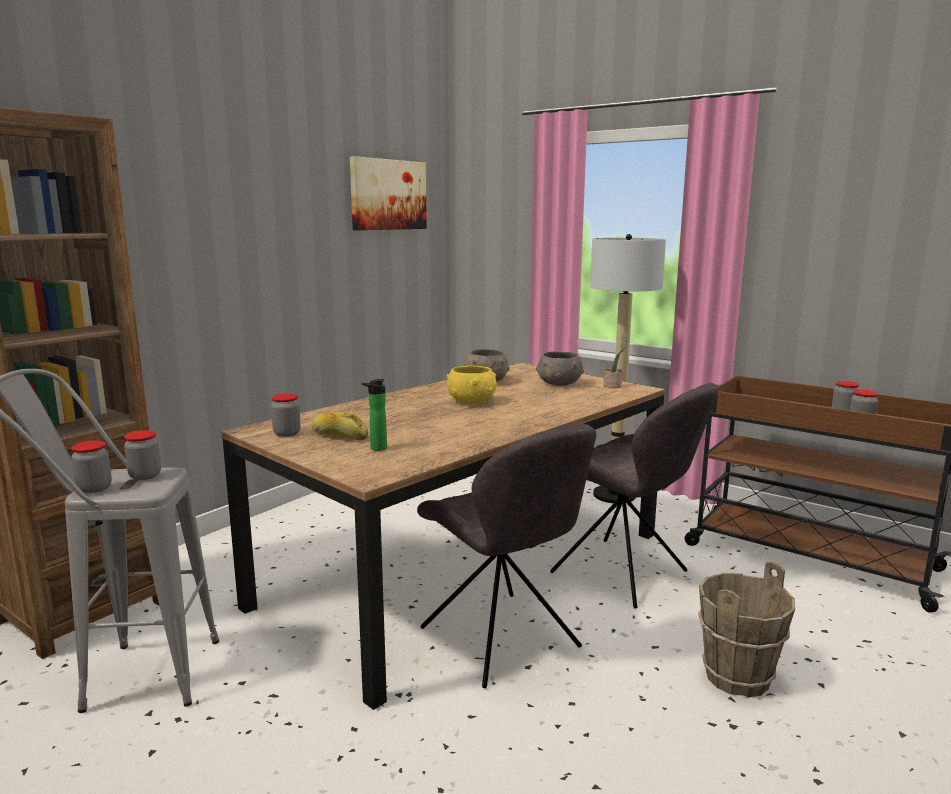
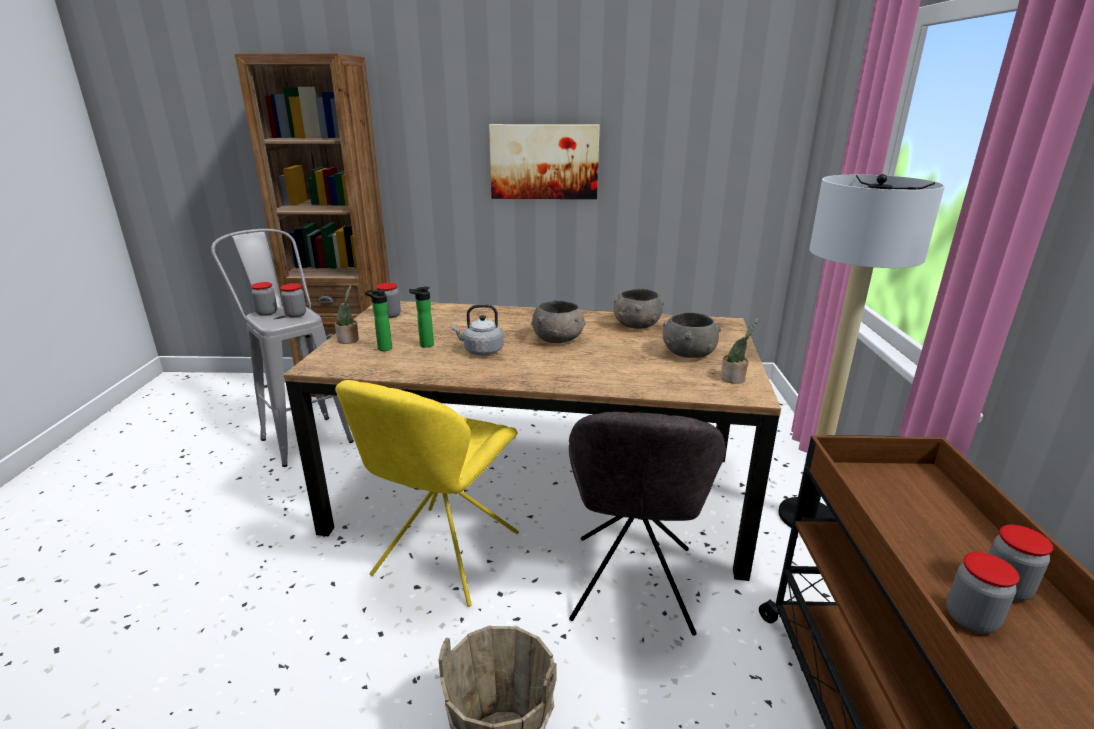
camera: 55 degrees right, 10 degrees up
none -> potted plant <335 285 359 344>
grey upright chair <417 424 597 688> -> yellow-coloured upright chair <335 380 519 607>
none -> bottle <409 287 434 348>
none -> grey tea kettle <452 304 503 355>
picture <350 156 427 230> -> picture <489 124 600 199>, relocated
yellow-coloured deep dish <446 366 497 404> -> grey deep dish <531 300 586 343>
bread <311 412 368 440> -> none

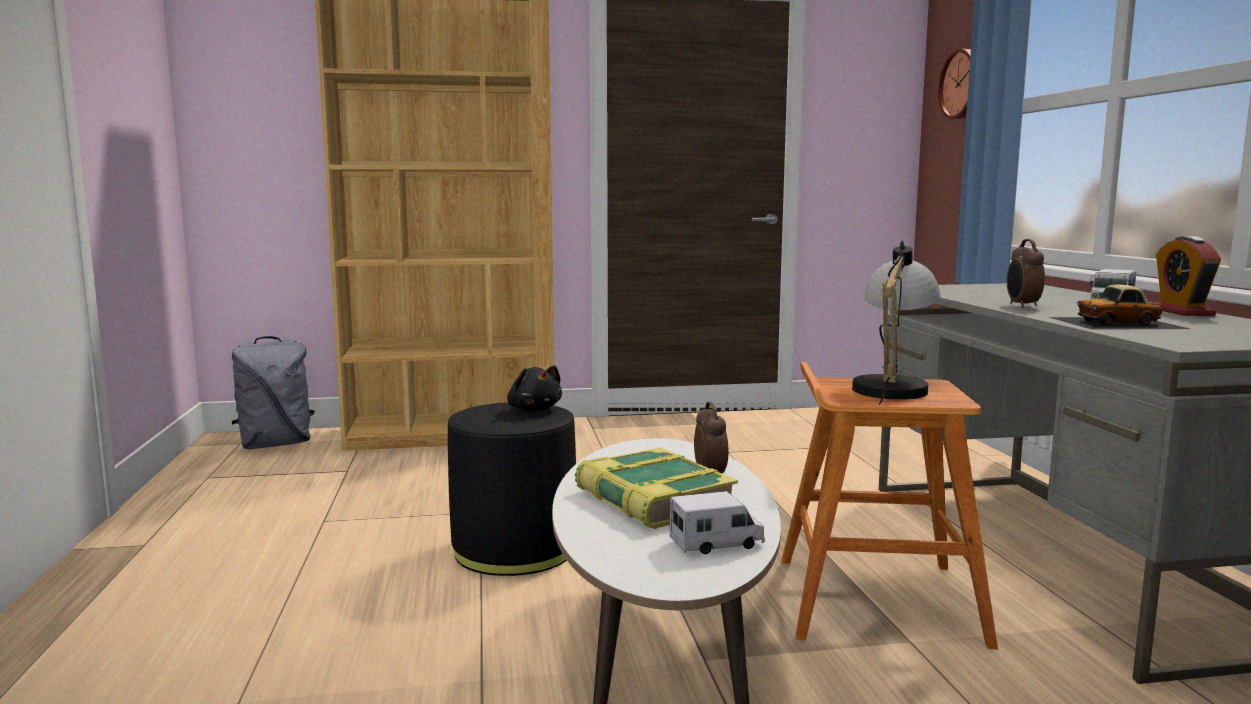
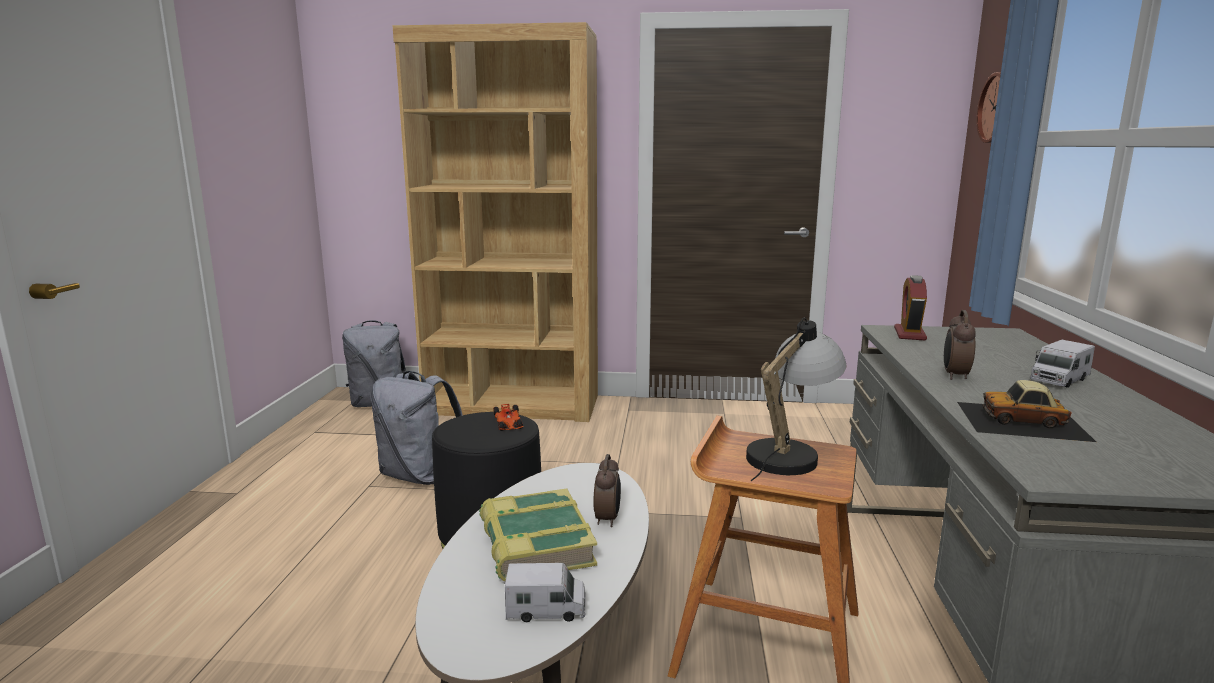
camera: 15 degrees right, 5 degrees up
none -> grey rucksack <371 371 463 485>
black plush toy <507 366 562 411> -> miniature car <493 404 524 431>
table clock <1149 236 1221 316> -> table clock <894 275 927 340>, relocated

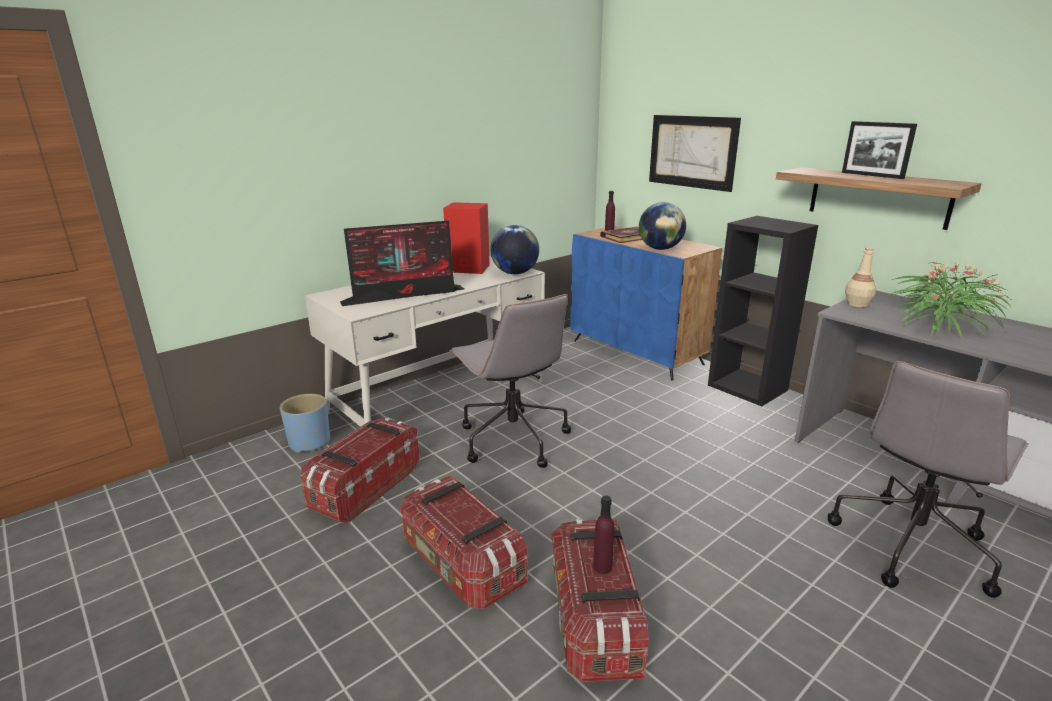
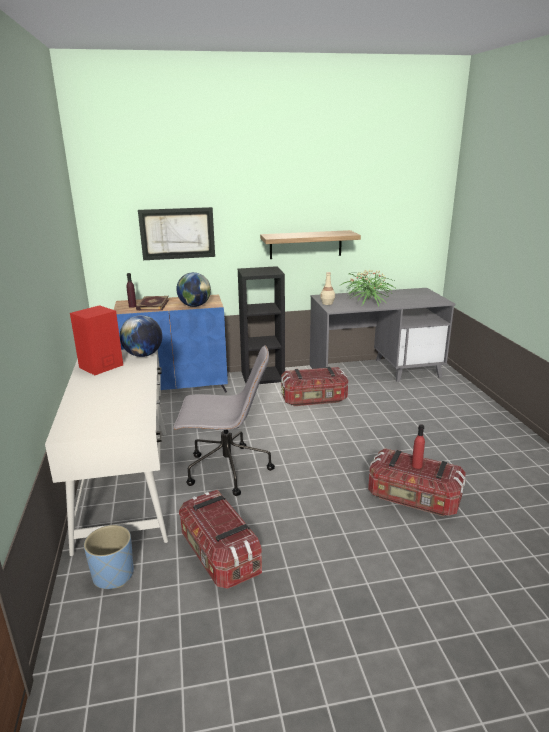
camera: 60 degrees left, 0 degrees up
storage container <400 475 528 609> -> storage container <281 366 348 406>, relocated
purple bottle <593 496 614 574> -> red-coloured bottle <412 424 425 469>
computer display <340 221 464 306> -> none
grey desk chair <828 361 1029 598> -> none
photo frame <842 121 917 179> -> none

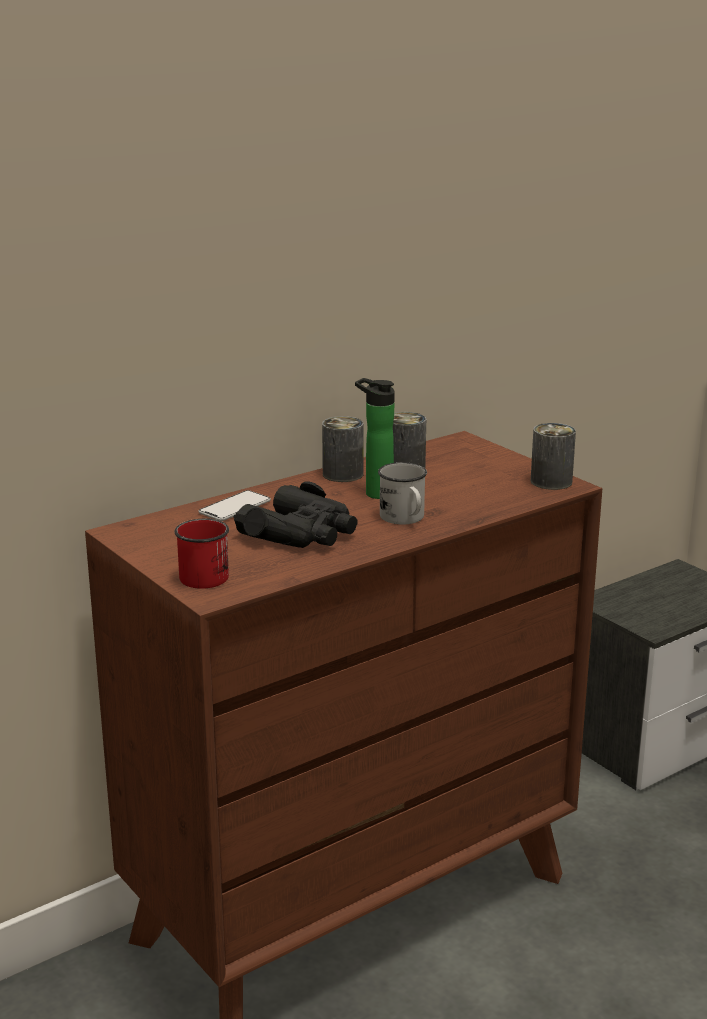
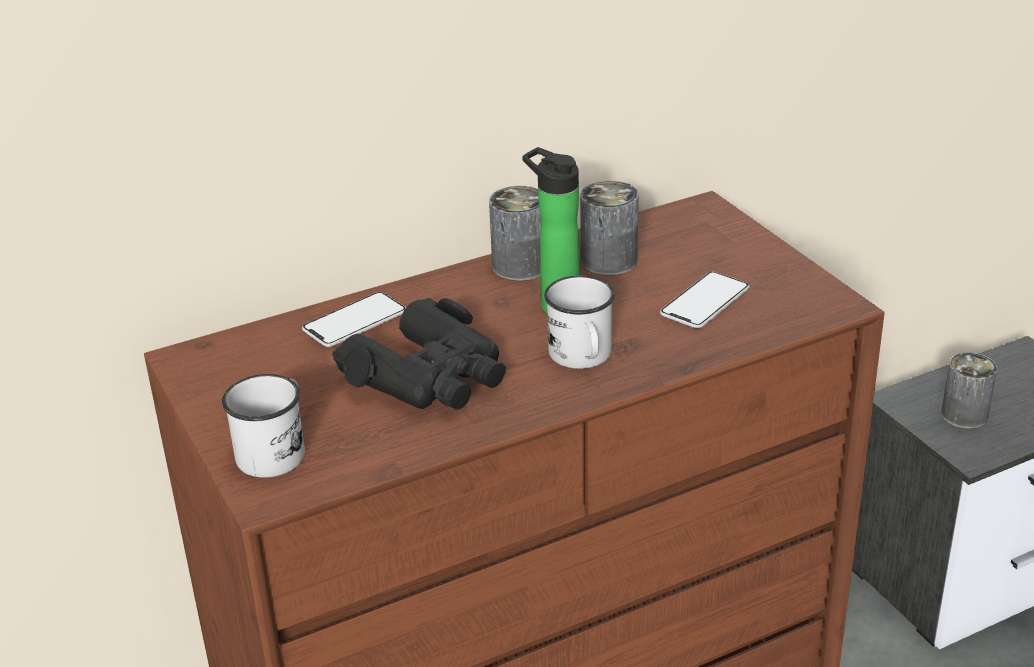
camera: 10 degrees right, 10 degrees up
red-coloured mug <174 519 229 589> -> white-coloured mug <222 374 305 478>
none -> phone <660 272 750 328>
sealed can <531 423 576 490> -> sealed can <941 352 997 429>, relocated

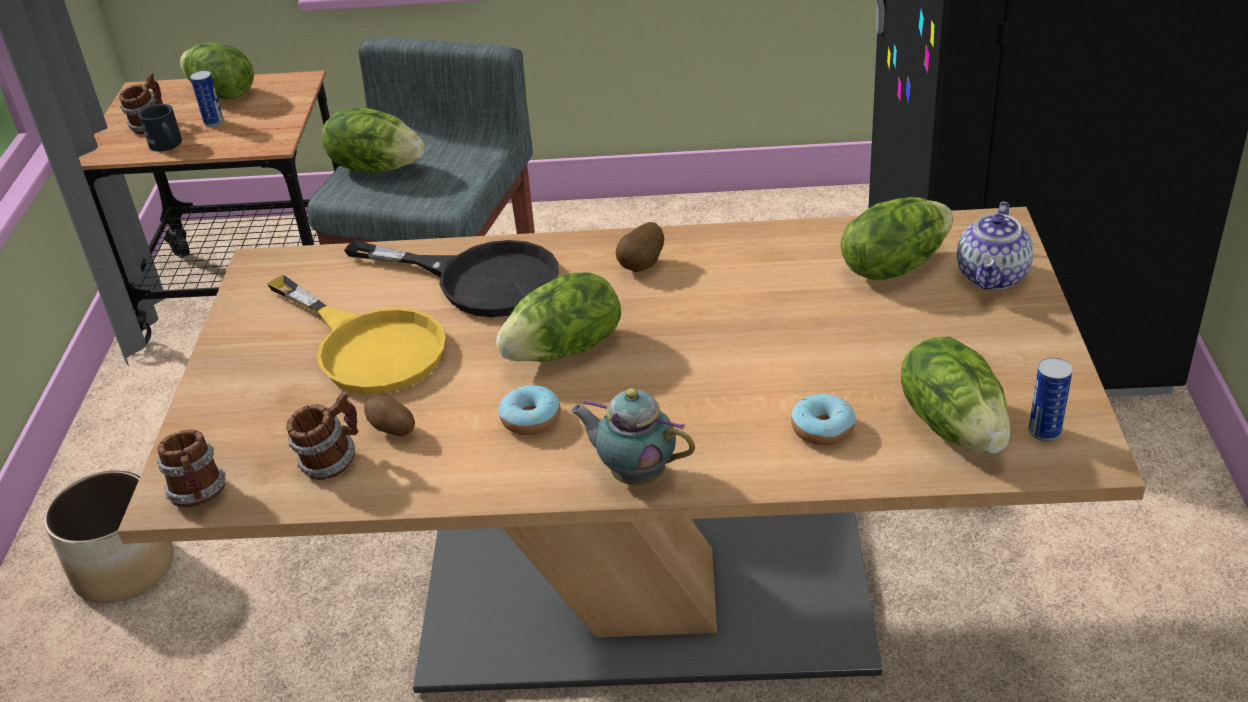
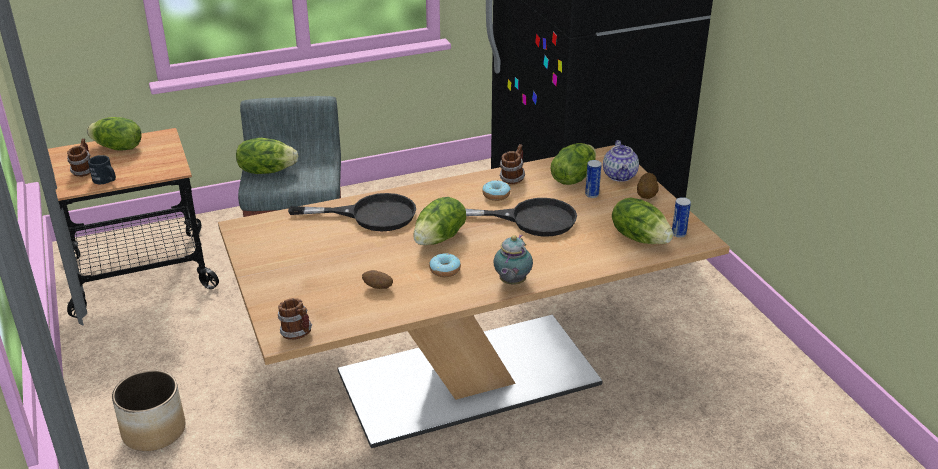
camera: 25 degrees left, 5 degrees down
none -> black pan <465 198 577 237>
doughnut <791 394 856 446> -> doughnut <482 180 511 201>, relocated
teapot <571 388 695 485> -> teapot <494 234 533 285>, 75 degrees counterclockwise
mug <286 391 359 480> -> mug <499 144 525 184>, relocated
sealed can <190 70 224 127> -> sealed can <585 160 602 198>, relocated
potato <616 222 664 272> -> potato <637 173 659 199>, relocated
yellow-coloured pan <267 275 446 395> -> none

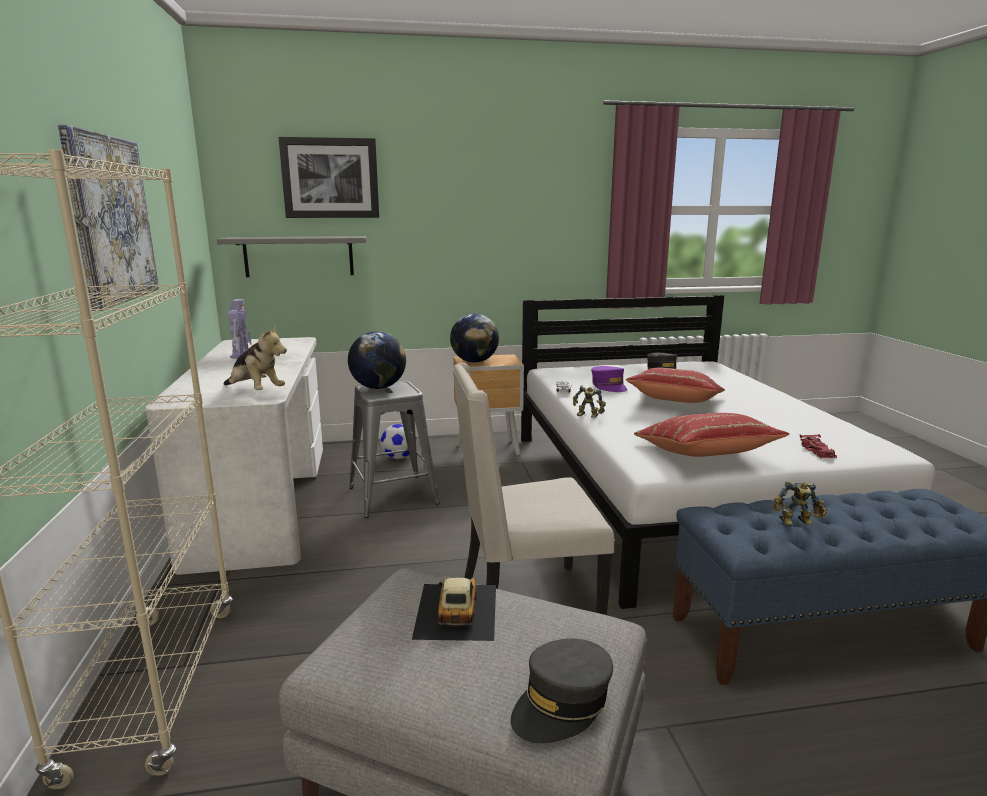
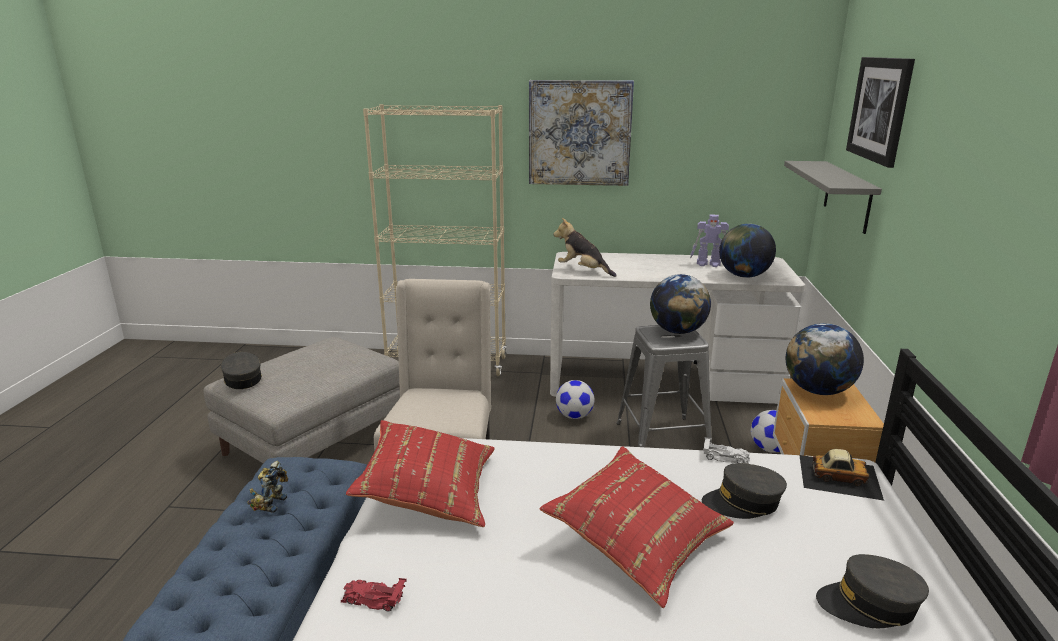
camera: 105 degrees right, 5 degrees up
plush toy <224 325 287 390> -> plush toy <553 218 617 277>, 75 degrees clockwise
none -> football ball <556 380 594 419>
purple cap <591 366 627 392> -> grey cap <702 463 787 519>
none -> world globe <719 224 776 278>
miniature car <412 577 496 641> -> miniature car <799 449 884 501>, relocated
robot figure <573 386 606 418> -> none

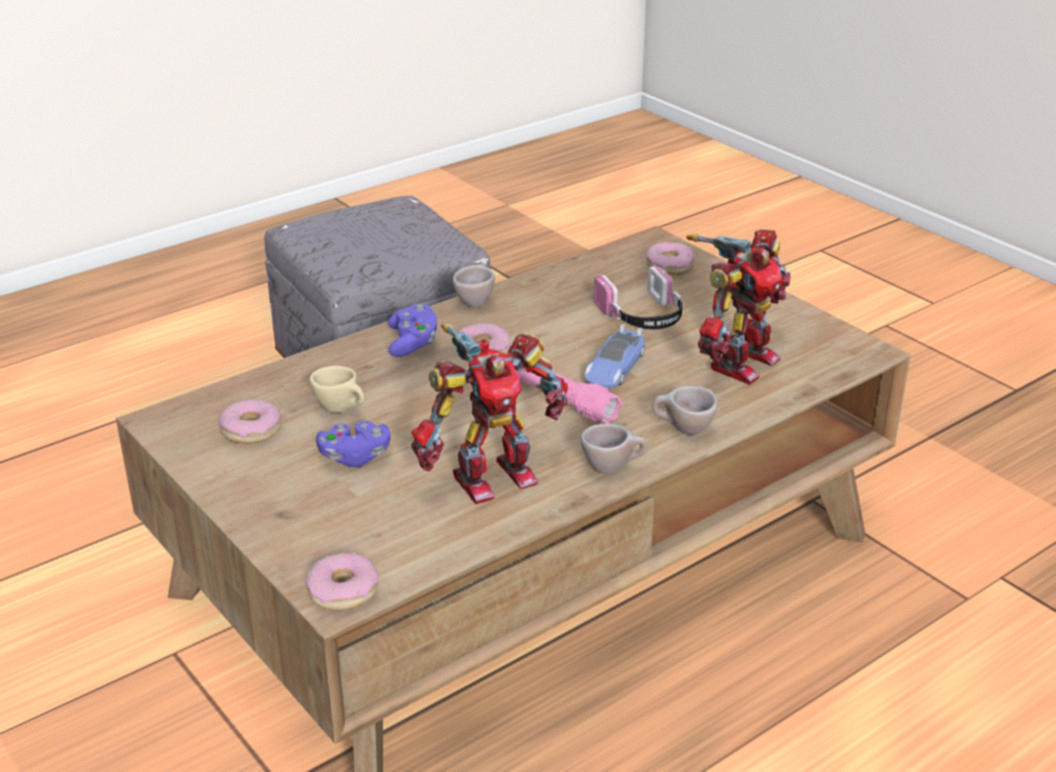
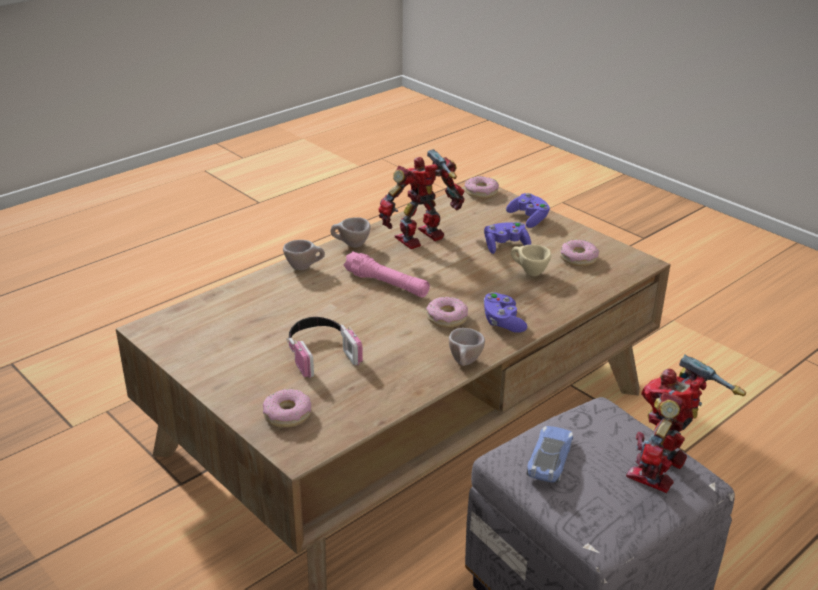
camera: 175 degrees right, 0 degrees up
none -> purple joypad <506 193 550 228>
miniature car <585 324 645 389> -> miniature car <526 426 573 483>, relocated
robot figure <686 229 791 385> -> robot figure <626 354 746 493>, relocated

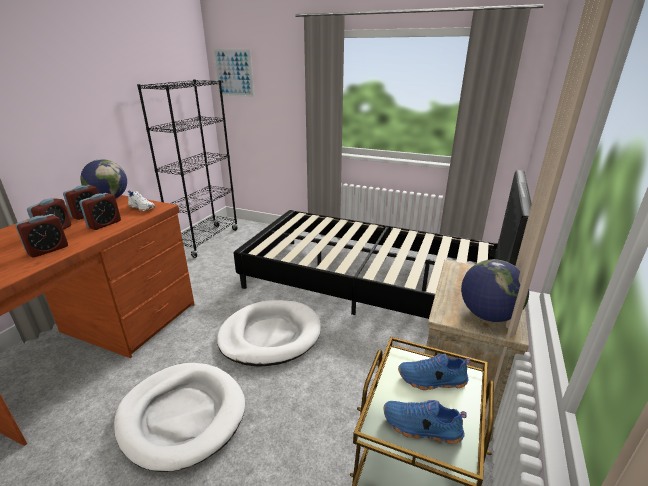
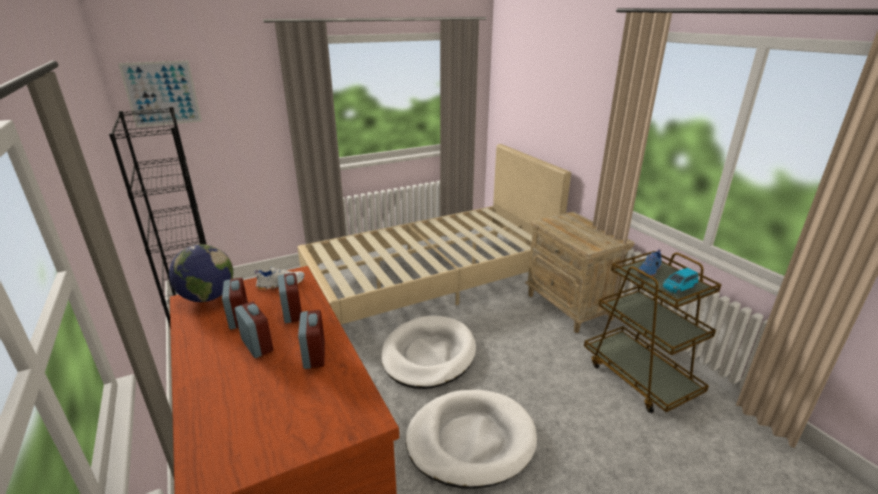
camera: 50 degrees left, 0 degrees up
black bedroom bed <234 170 532 319> -> sand-coloured bedroom bed <297 144 571 324>
blue low shoe <383 400 467 444> -> blue miniature car <663 268 698 294>
world globe <461 259 529 322> -> none

